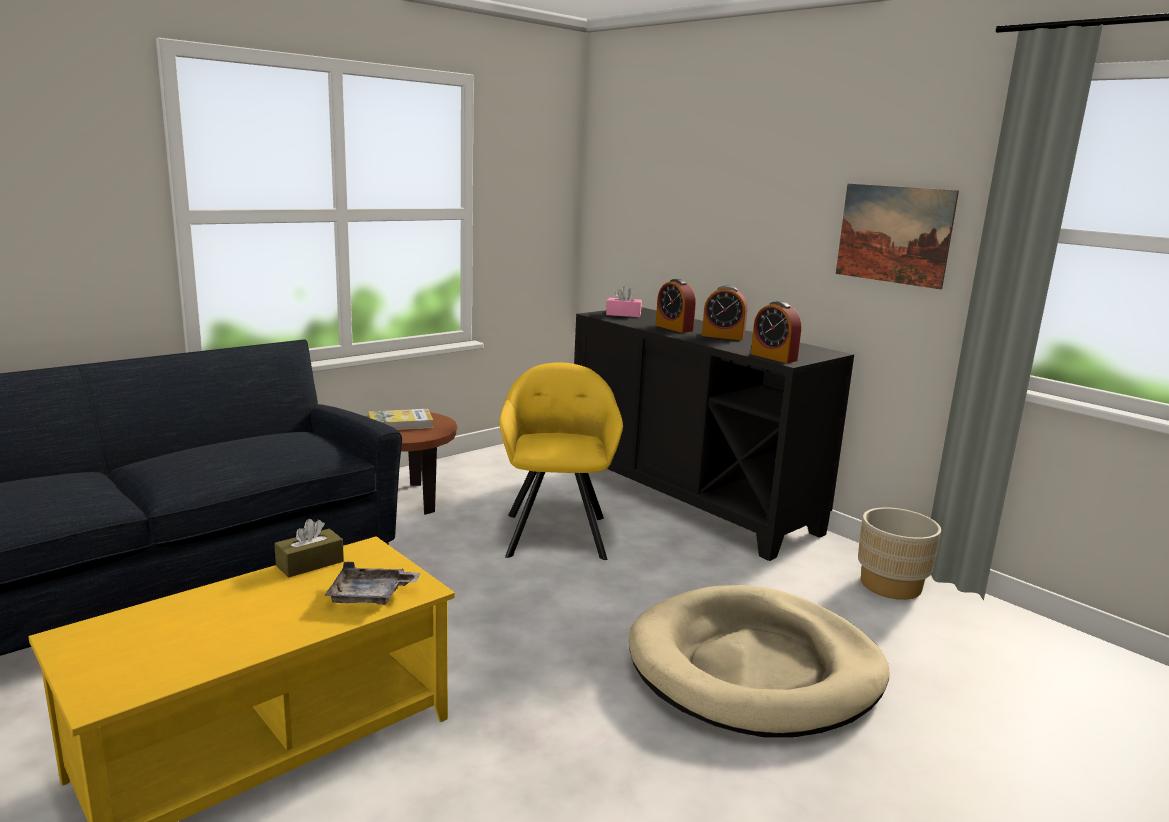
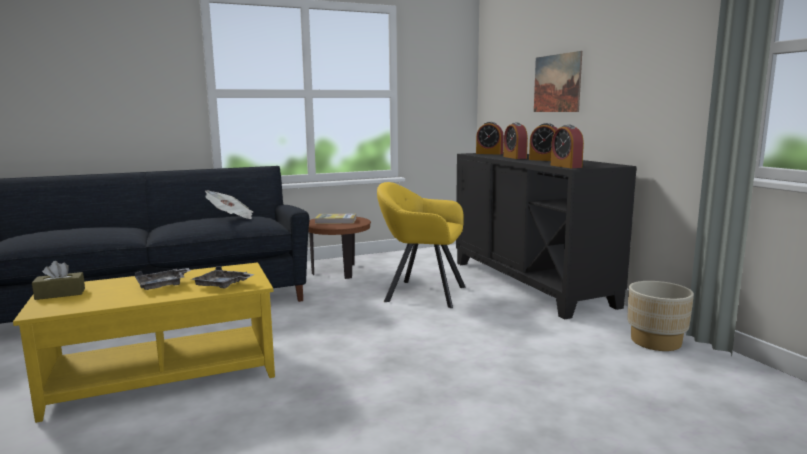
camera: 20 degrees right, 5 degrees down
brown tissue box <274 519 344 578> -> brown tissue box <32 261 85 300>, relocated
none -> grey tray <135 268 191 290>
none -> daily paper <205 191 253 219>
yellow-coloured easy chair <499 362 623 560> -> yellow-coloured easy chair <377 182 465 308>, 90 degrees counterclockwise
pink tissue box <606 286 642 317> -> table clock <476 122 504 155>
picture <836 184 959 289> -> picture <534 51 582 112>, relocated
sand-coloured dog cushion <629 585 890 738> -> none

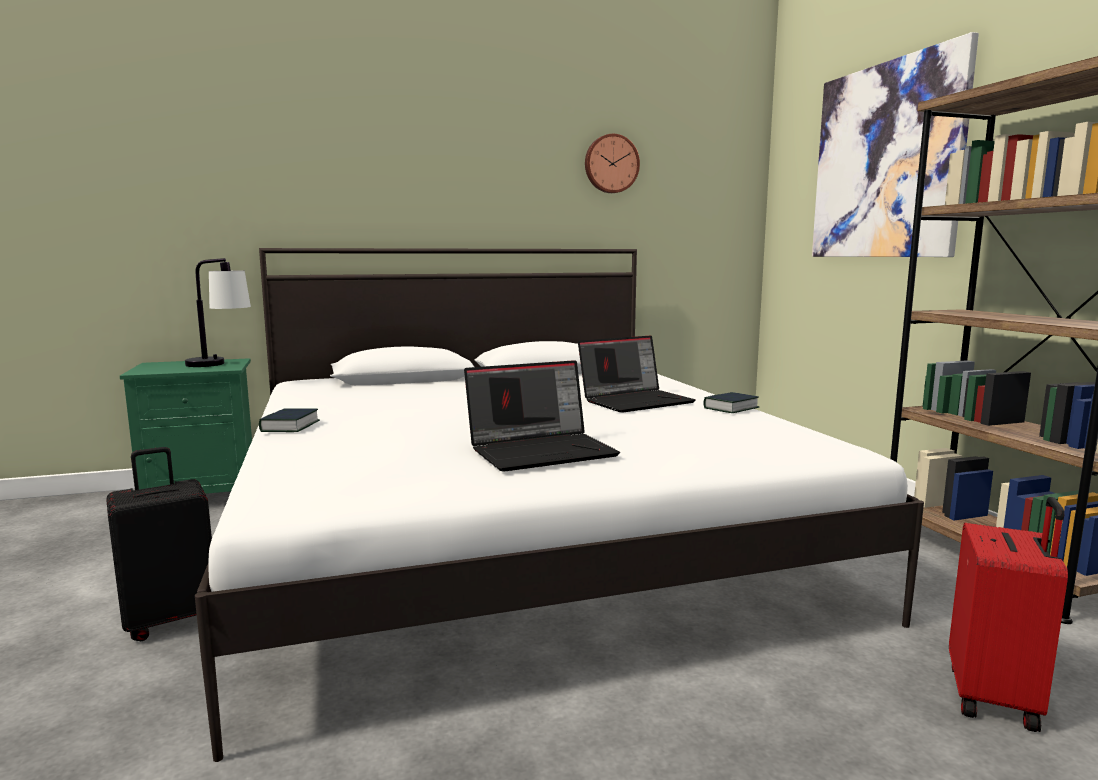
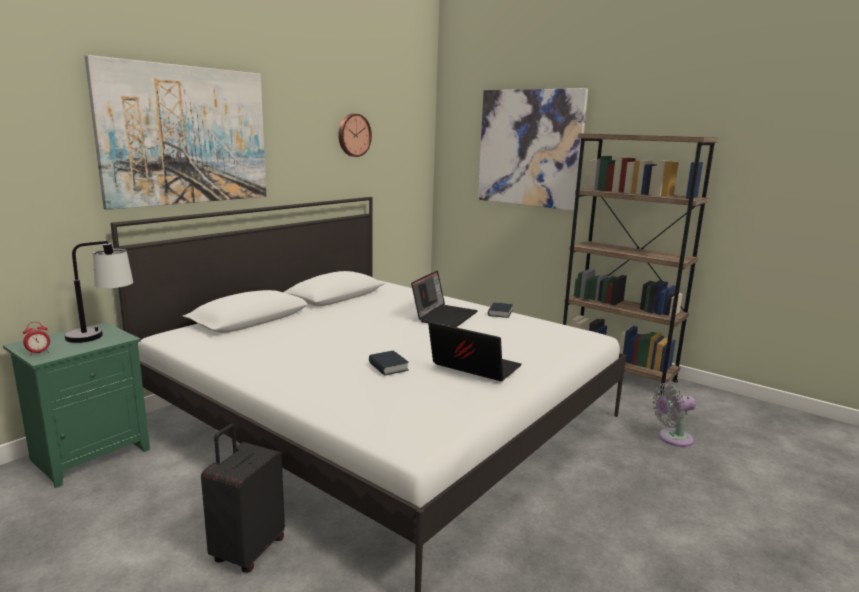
camera: 35 degrees left, 5 degrees up
none -> table clock <23 322 50 356>
none -> picture <85 55 266 210>
book <259 408 320 432> -> book <369 351 409 376>, relocated
portable computer <464 360 620 472> -> portable computer <428 321 522 381>, 90 degrees counterclockwise
red-coloured travel case <949 497 1068 732> -> grey fan <653 383 696 447>

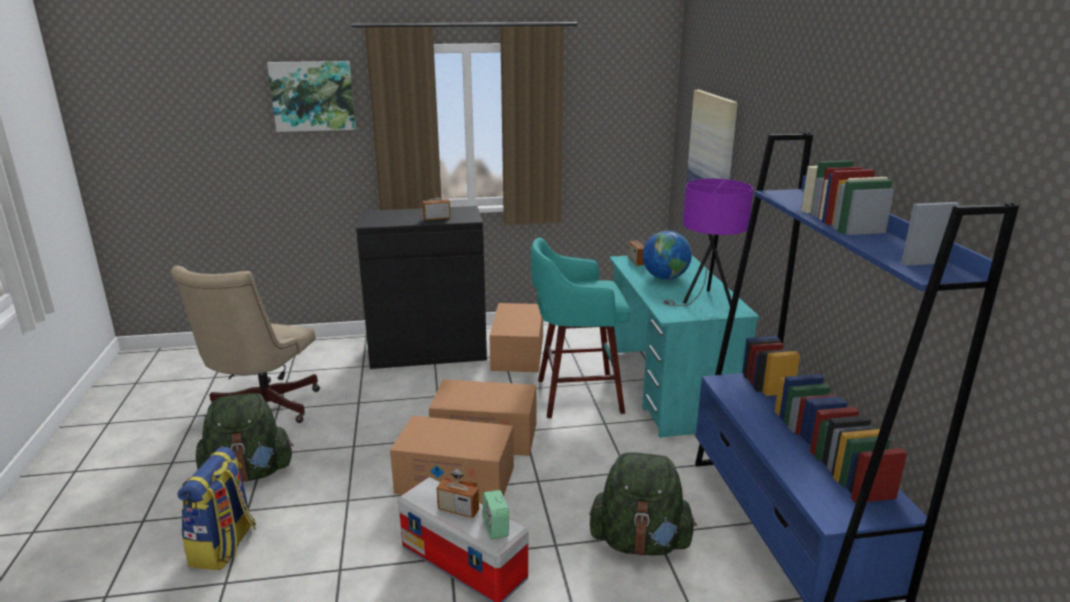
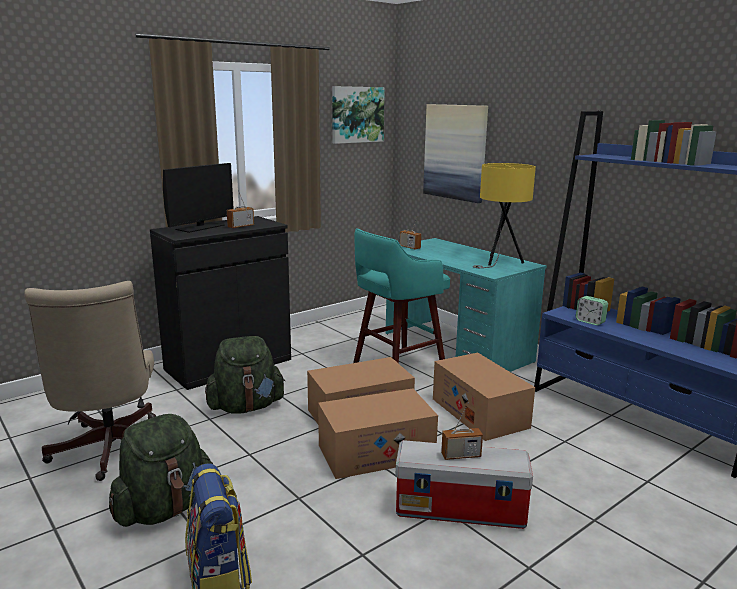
camera: 30 degrees left, 5 degrees down
none -> computer display <163 163 234 233>
green-coloured rucksack <589 452 697 556> -> green-coloured rucksack <205 336 285 414>, relocated
picture <267 61 356 132> -> picture <332 86 385 144>, relocated
packing box <489 303 543 372> -> packing box <433 353 535 441>, relocated
purple lamp for a table <663 178 753 306> -> yellow-coloured lamp for a table <473 163 536 268>
table clock <483 490 509 540> -> table clock <576 296 608 326>, relocated
world globe <642 231 692 280> -> none

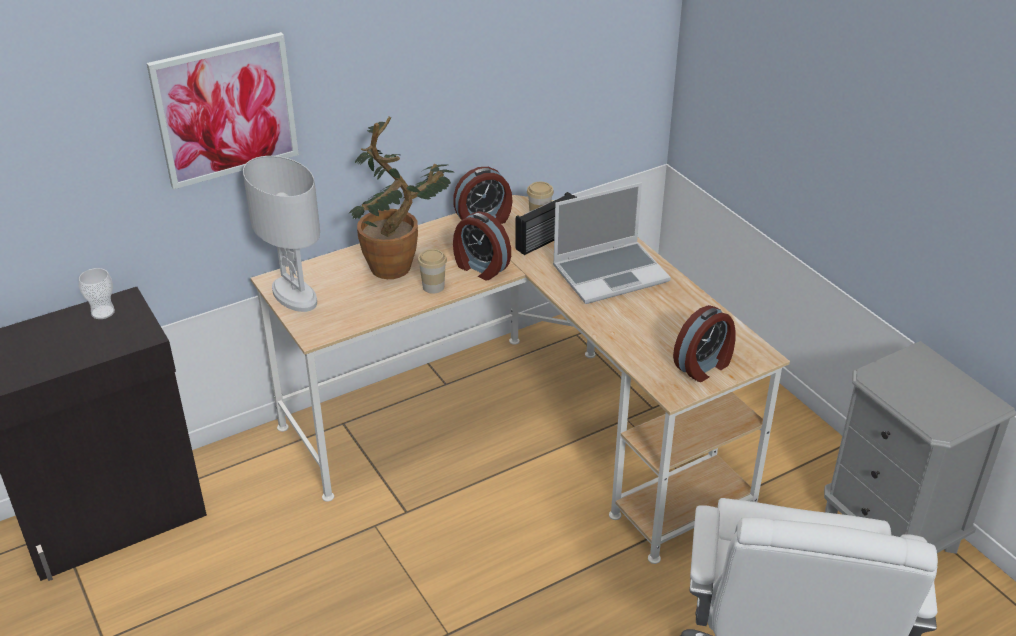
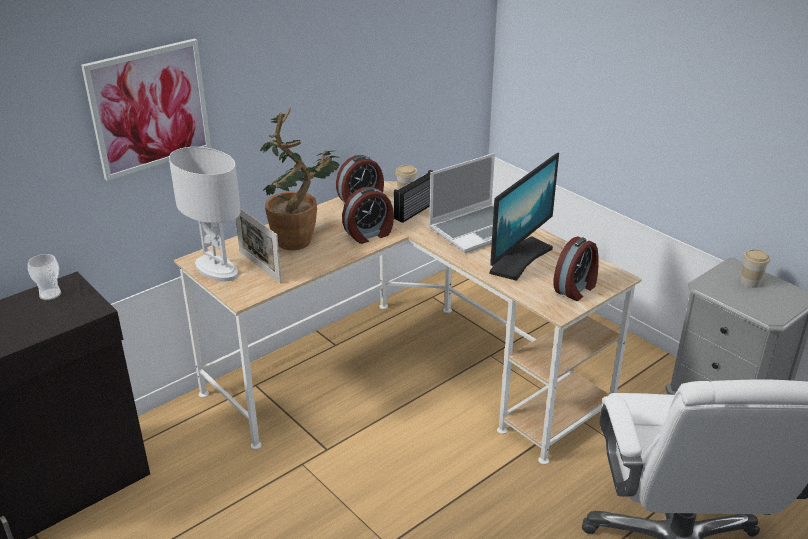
camera: 10 degrees left, 5 degrees down
none -> photo frame <236 208 282 284>
table clock <453 211 511 281> -> table clock <342 187 394 244>, 60 degrees counterclockwise
none -> computer display <490 153 559 281>
small cup <418 249 447 294> -> small cup <741 249 770 288>, relocated

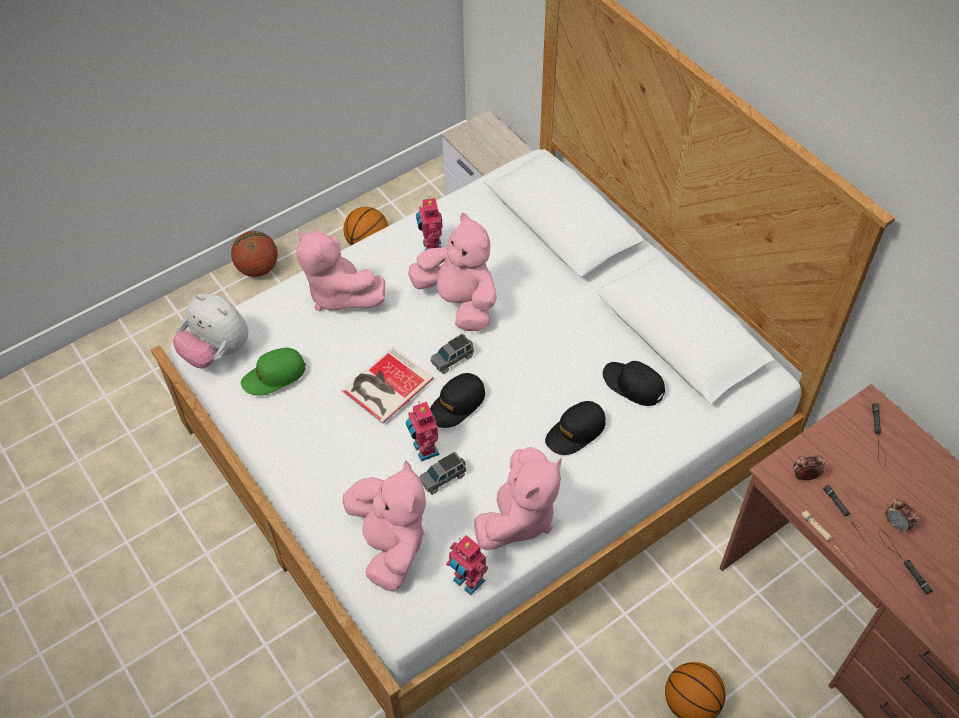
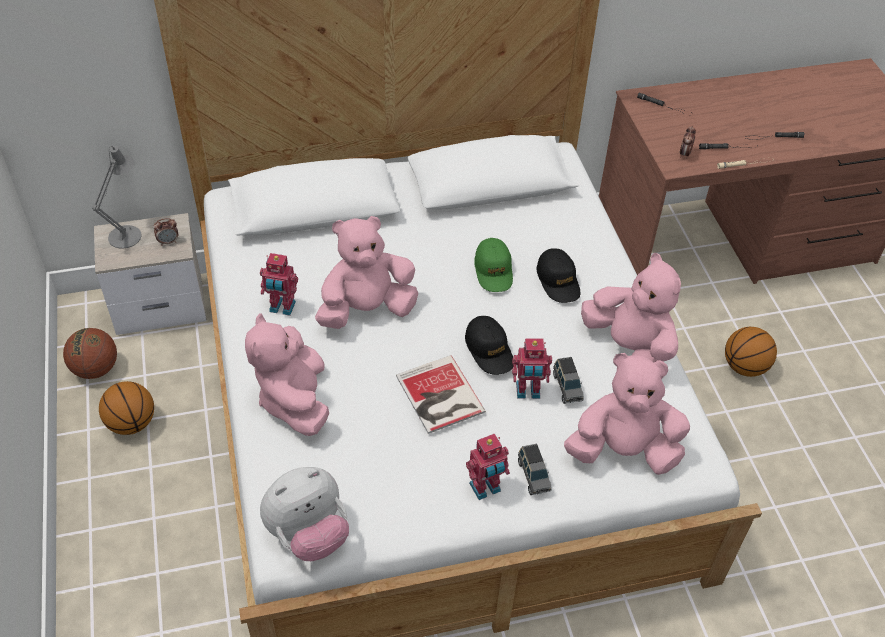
camera: 70 degrees left, 5 degrees down
basketball ball <231 231 278 277> -> basketball ball <63 328 117 379>, relocated
none -> grey lamp for a table <92 146 142 249>
table clock <886 499 919 532> -> table clock <153 218 178 246>, relocated
pink plush toy <296 230 385 311> -> pink plush toy <245 313 329 436>, 105 degrees clockwise
robot figure <446 535 488 595> -> robot figure <466 433 510 500>, relocated
green-coloured cap <241 348 306 396> -> green-coloured cap <474 238 513 292>, relocated
grey miniature car <430 334 474 374> -> grey miniature car <518 444 552 495>, relocated
black cap <603 361 665 406> -> none

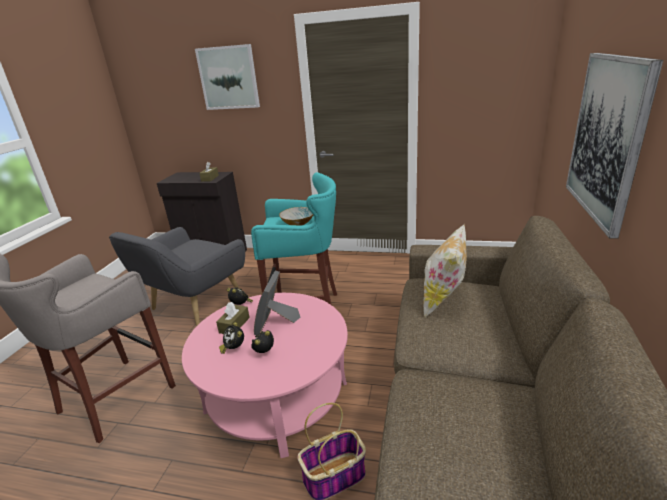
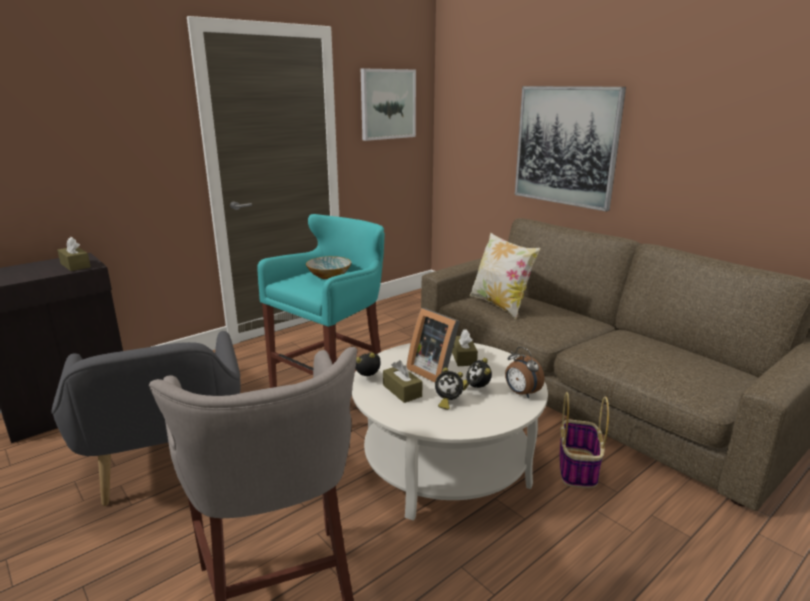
camera: 55 degrees left, 5 degrees down
pink coffee table <182 293 348 458> -> white-coloured coffee table <352 343 548 521>
picture <195 44 260 110> -> picture <361 69 416 141>, relocated
none -> brown tissue box <452 329 478 366>
none -> table clock <505 346 545 398>

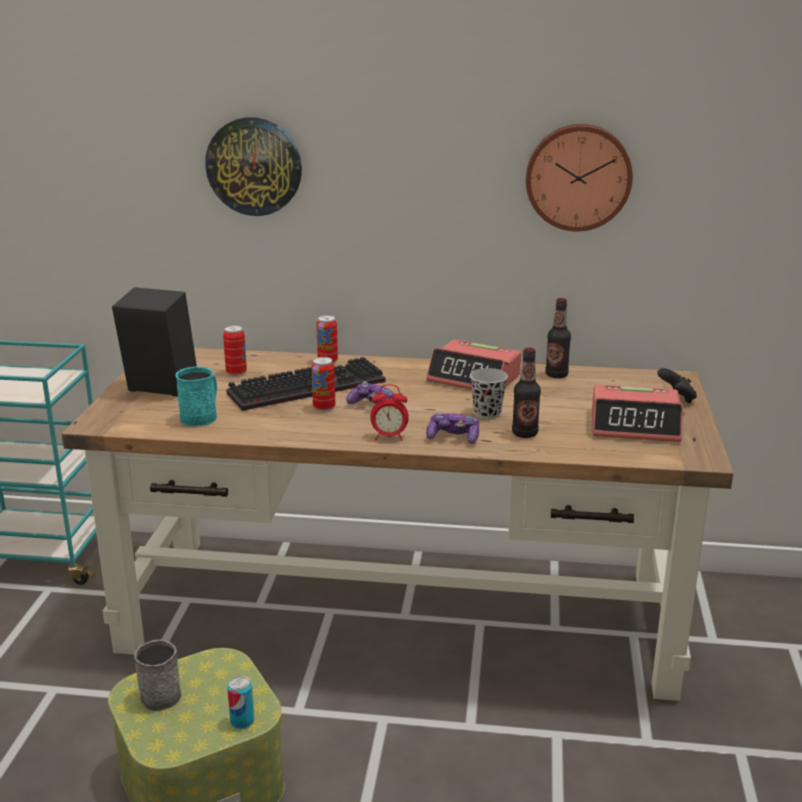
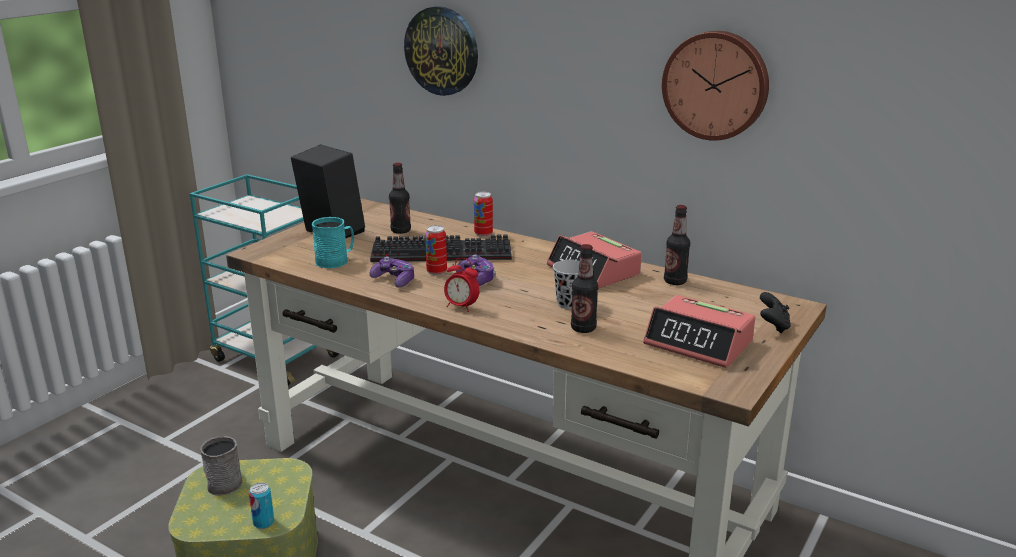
camera: 25 degrees right, 0 degrees up
joypad <426 412 479 444> -> joypad <369 256 414 287>, relocated
sealed can <223 325 247 376> -> bottle <389 163 411 234>

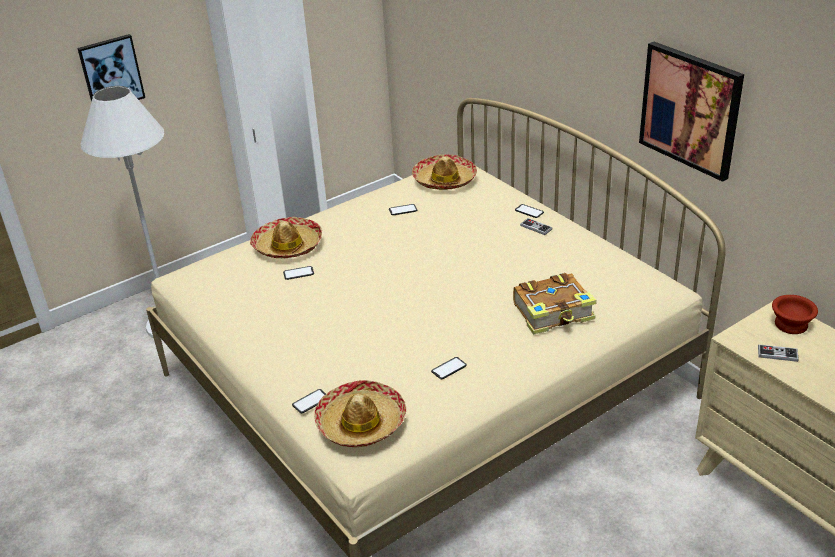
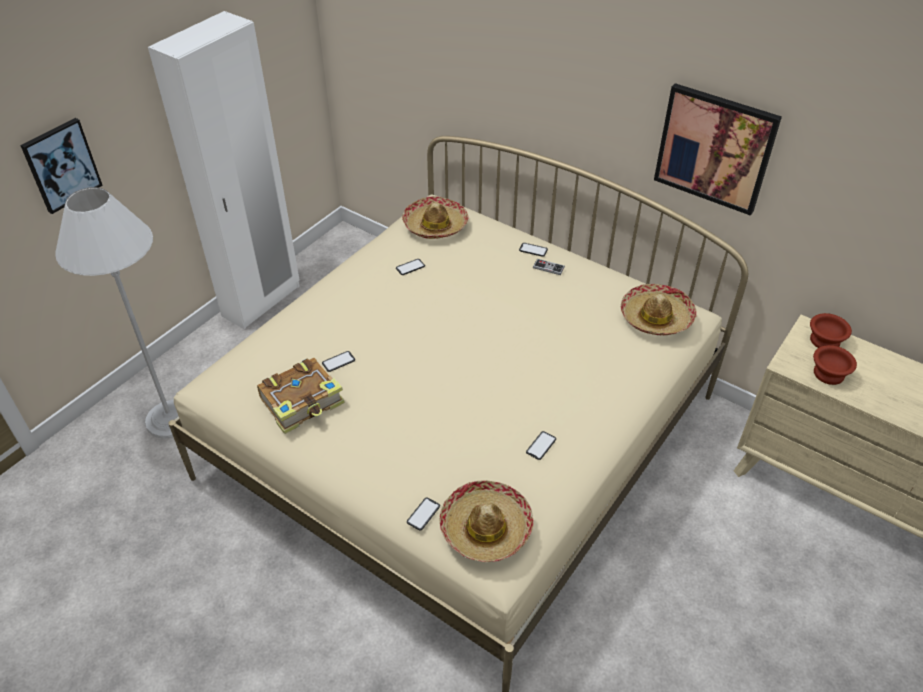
camera: 20 degrees left, 10 degrees up
book <513 273 597 335> -> book <257 358 345 434>, relocated
hat <250 217 322 258> -> hat <621 284 697 335>, relocated
joypad <758 344 799 362> -> brown deep dish <813 345 857 385>

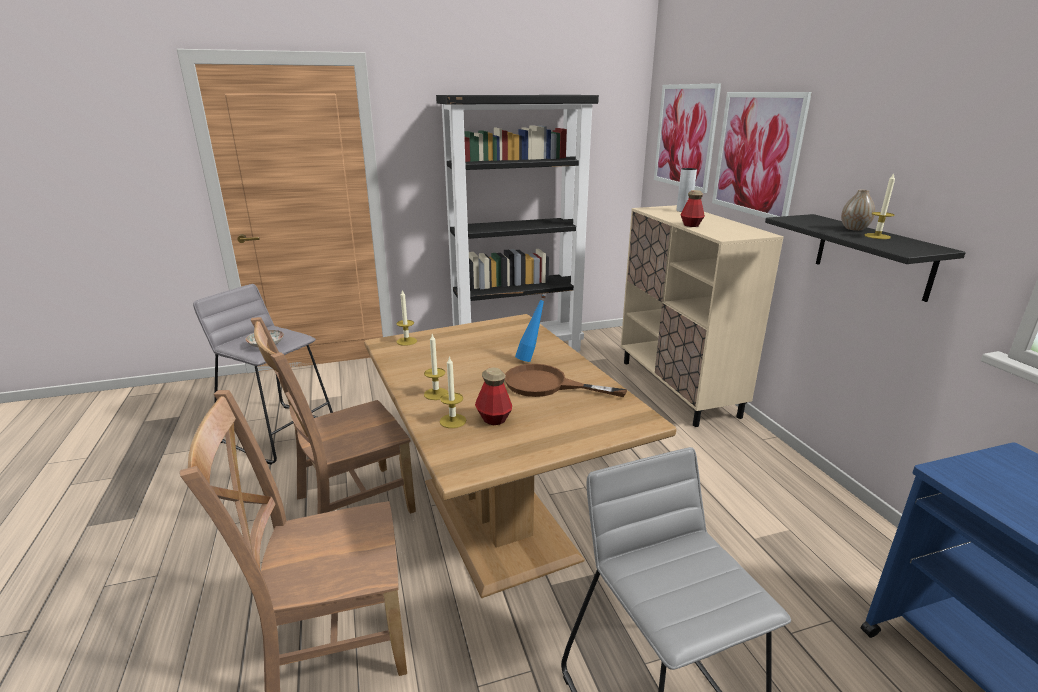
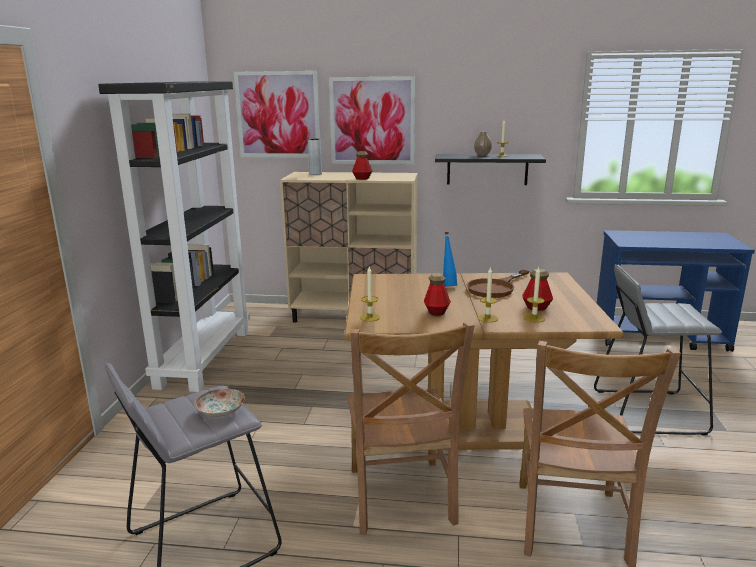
camera: 65 degrees left, 5 degrees down
none -> bottle <424 273 451 316>

